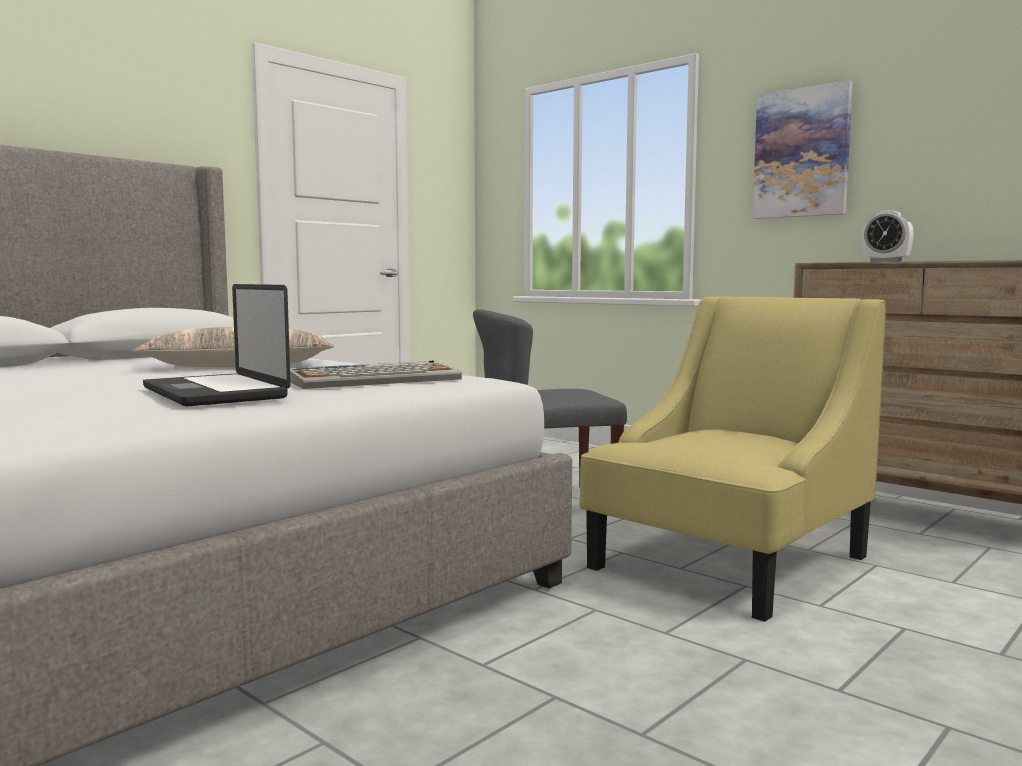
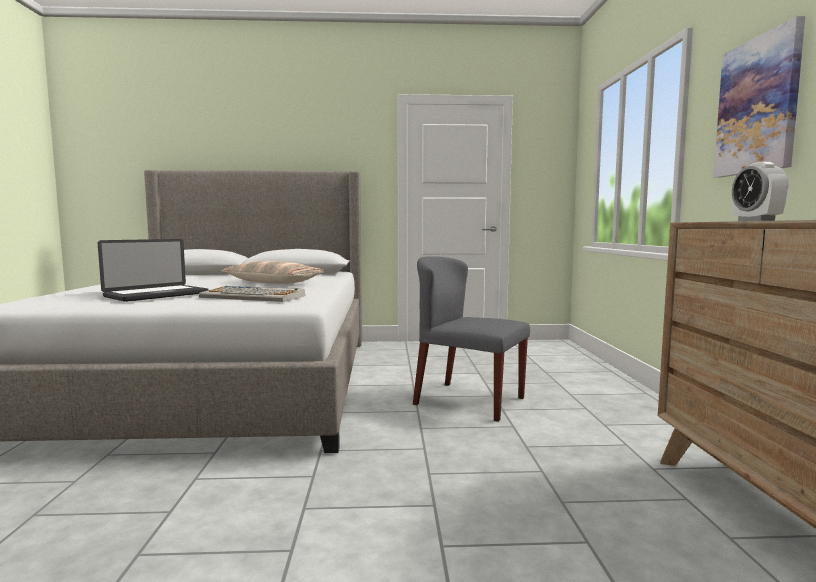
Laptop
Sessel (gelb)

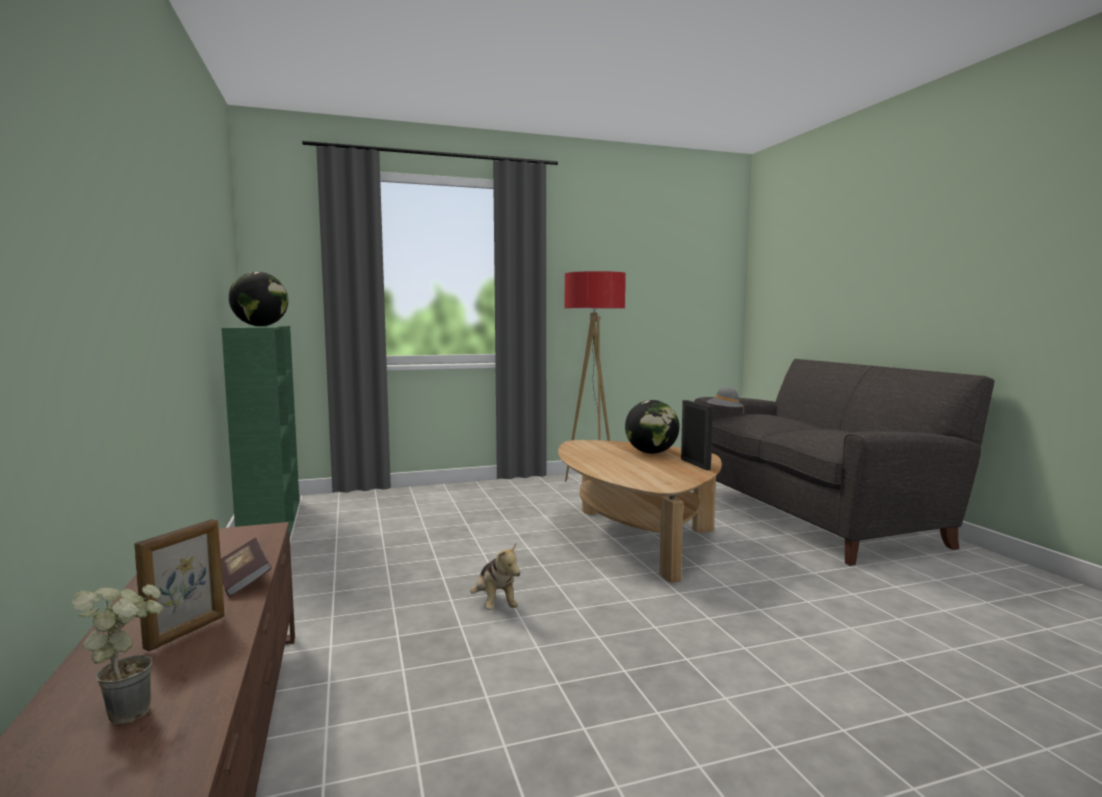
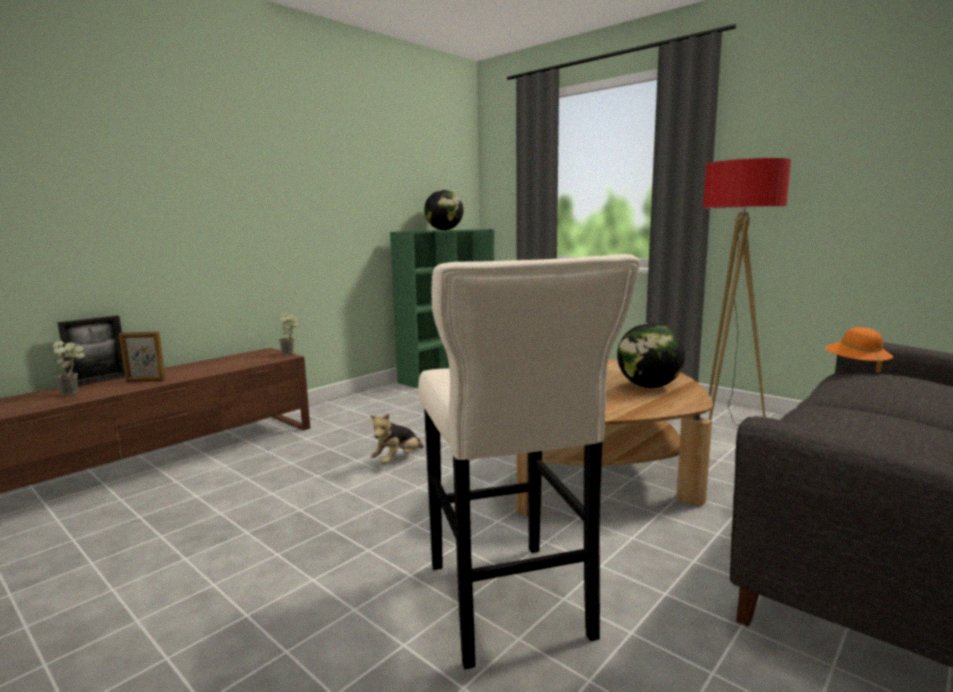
Bilderrahmen (1st from left)
Topfpflanze (2nd from left)
Hocker (beige)
Hut (orange)
Buch

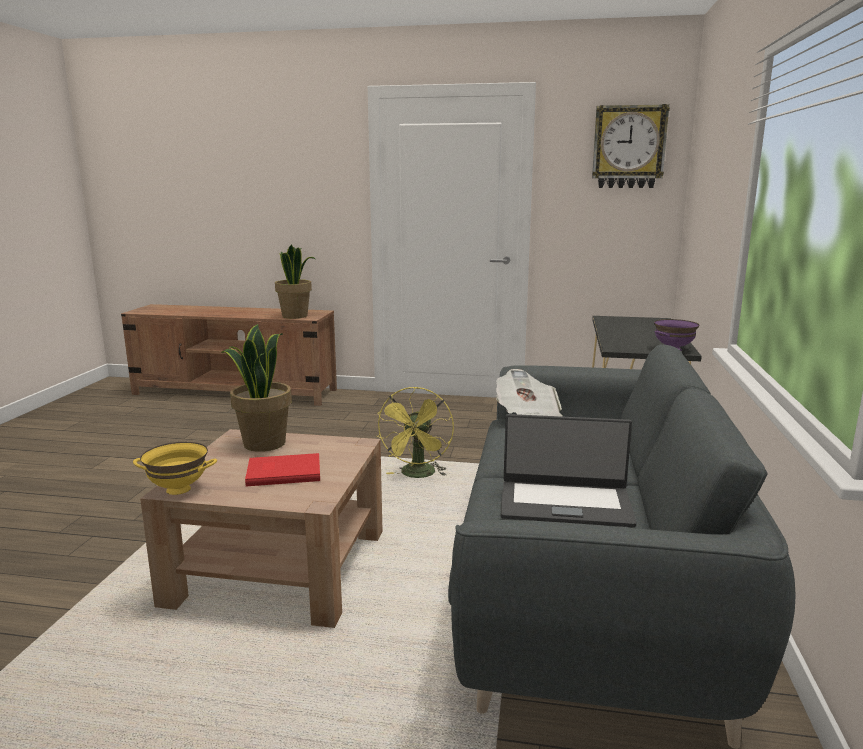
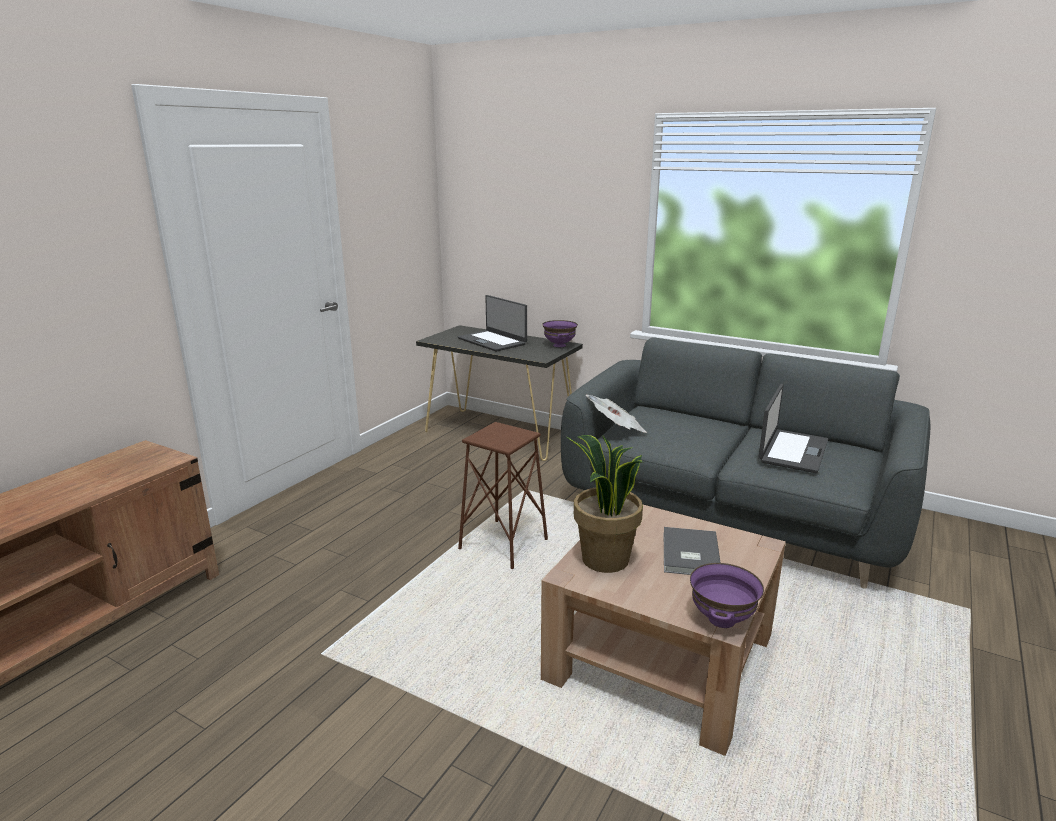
Laptop (1st from left)
Hocker (braun)
Buch (grau)
Schüssel (lila) (2nd from left)
Topfpflanze (2nd from left in the first image)
Wanduhr

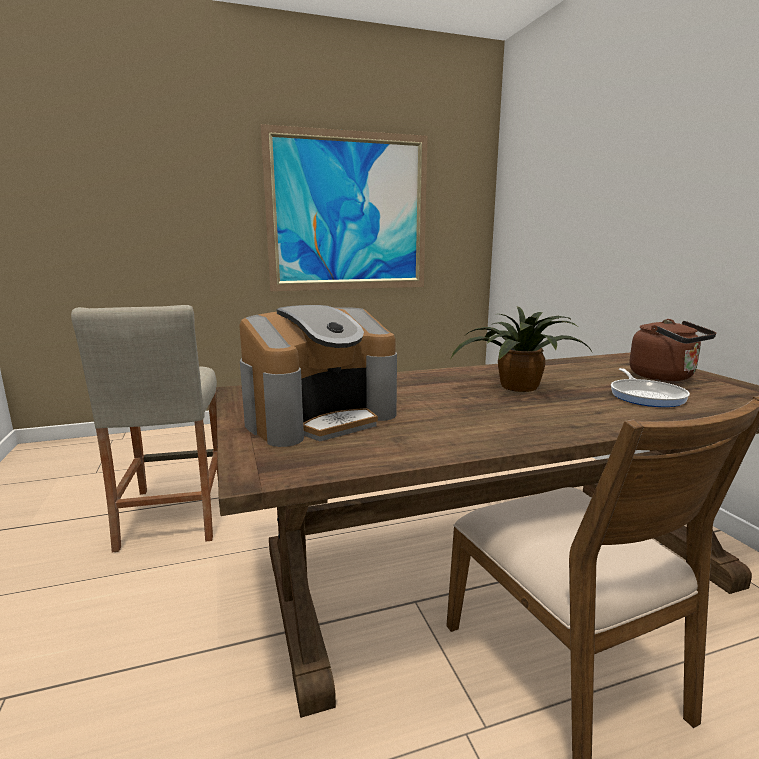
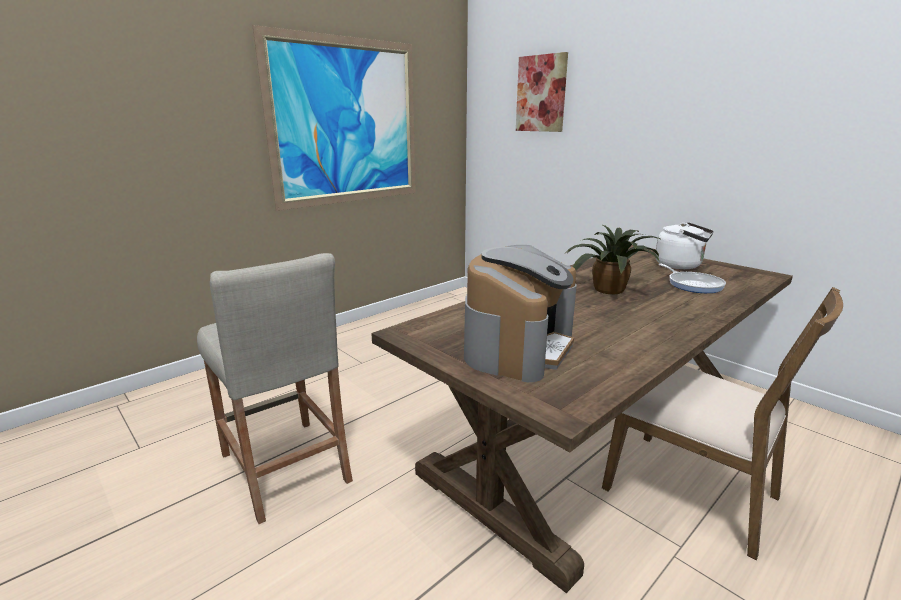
Bild (2nd from left)
Wasserkessel (weiß)

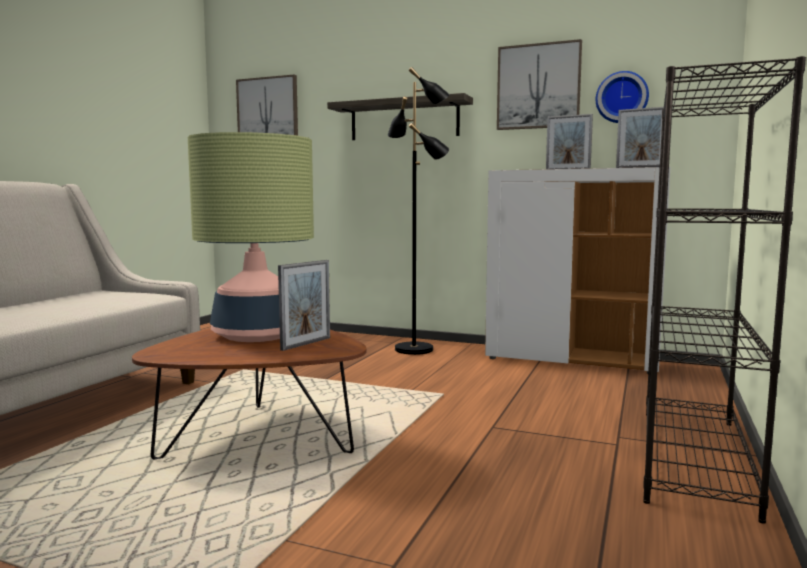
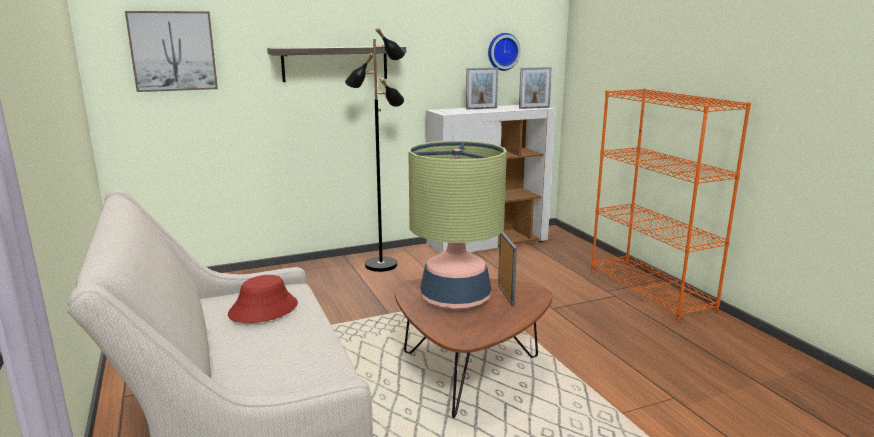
Hut (rot)
Bücherregal (orange)
Bild (2nd from left in the first image)

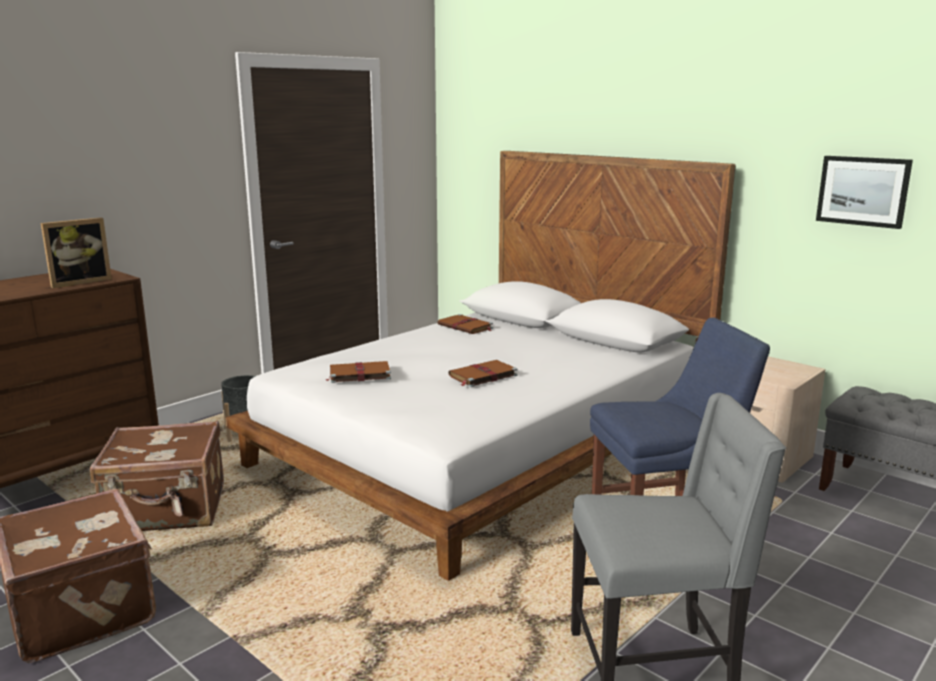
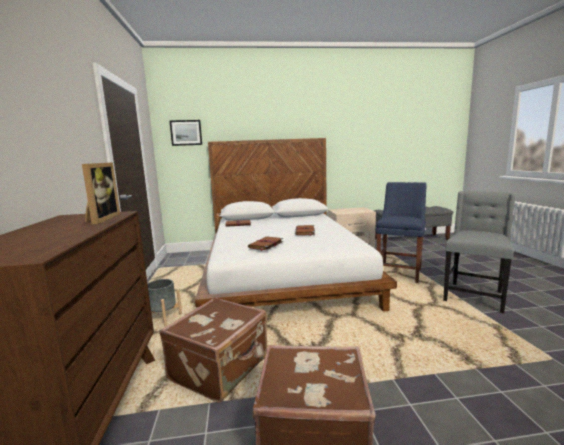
Bild

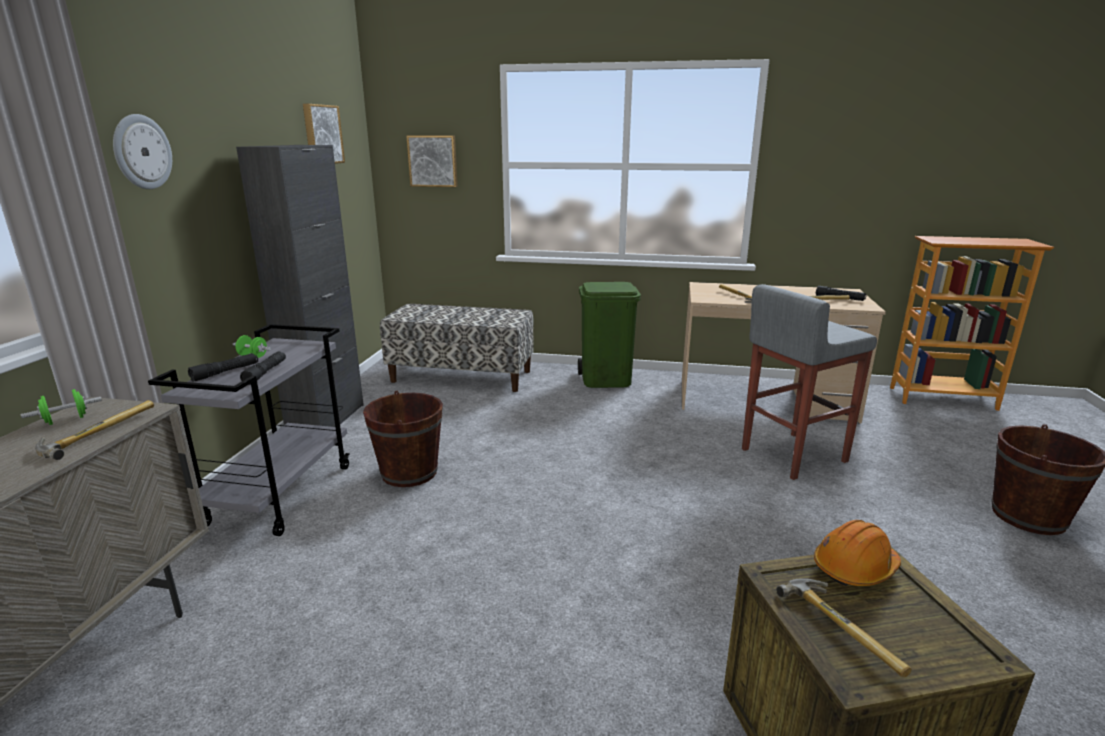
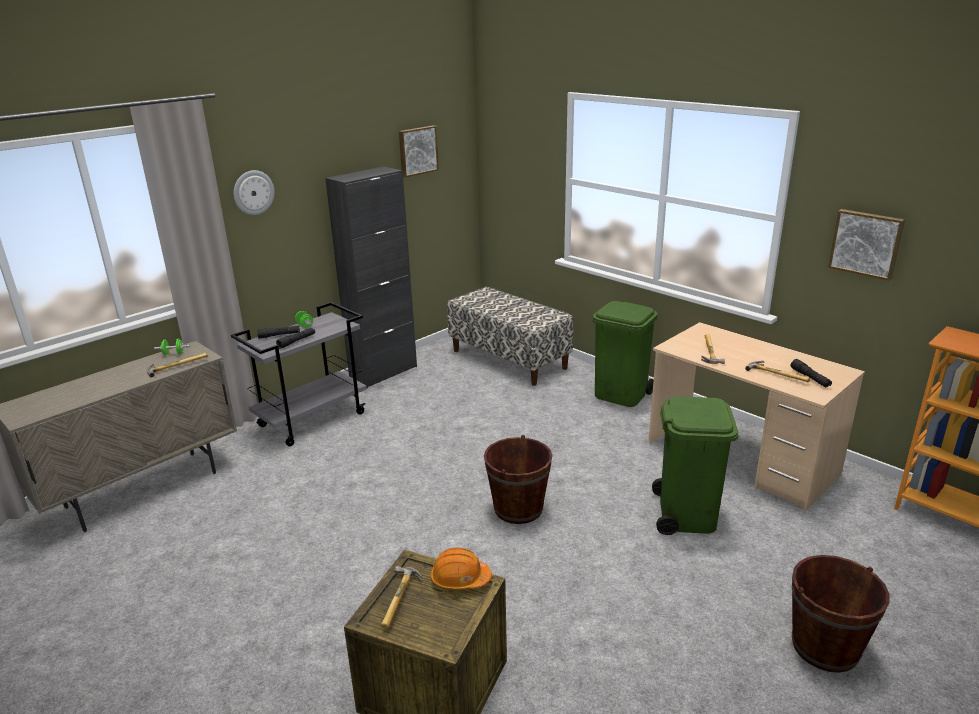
Eimer (braun) (1st from left)
Mülleimer (grün) (2nd from left)
Bild (2nd from left)

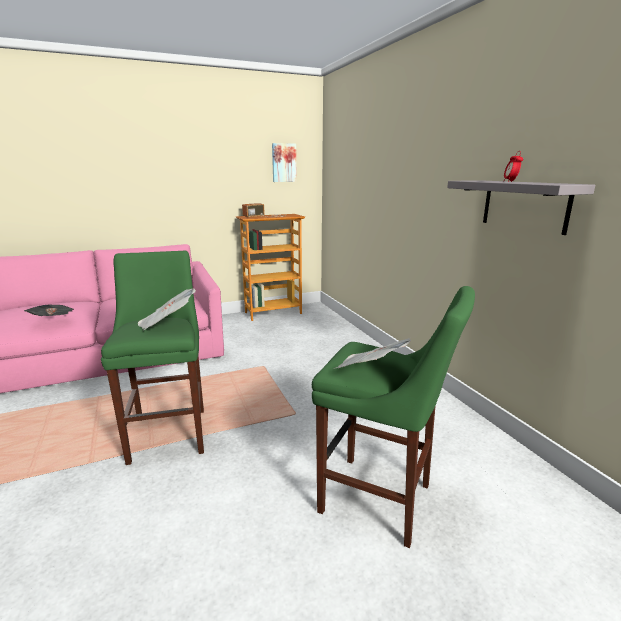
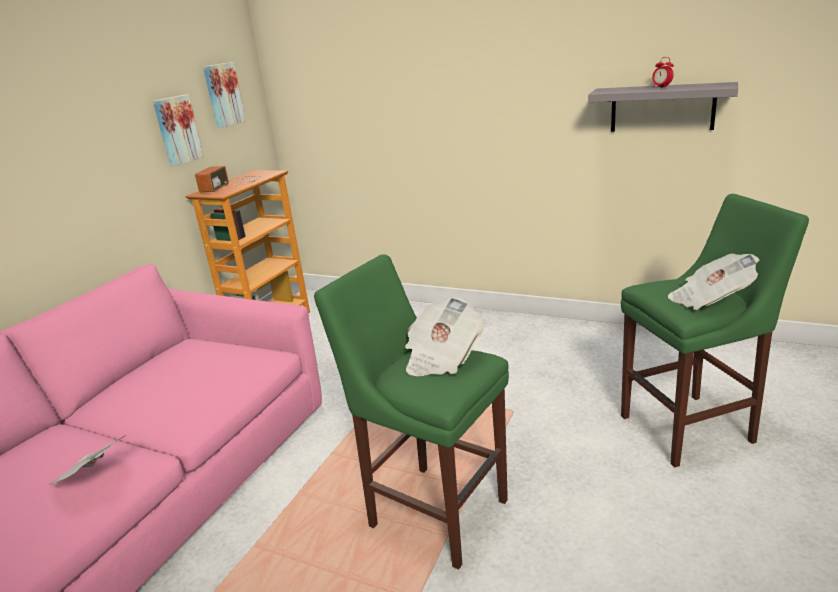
Bild (1st from left)

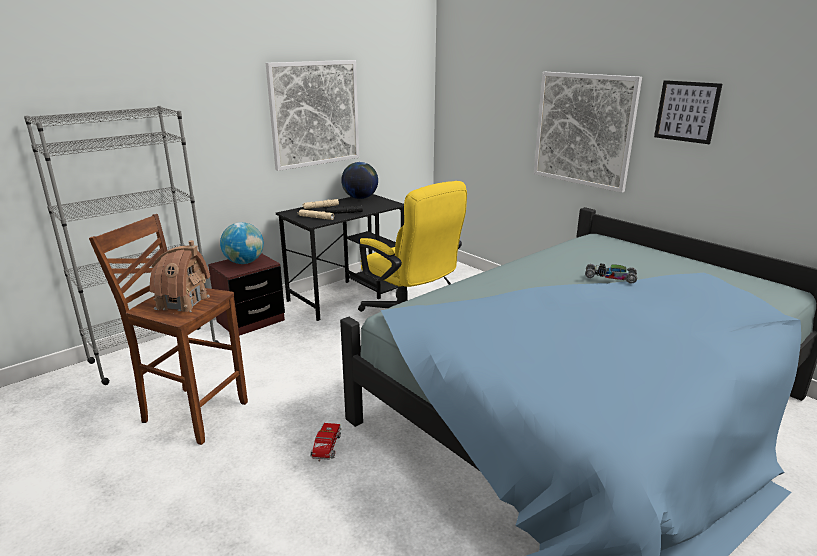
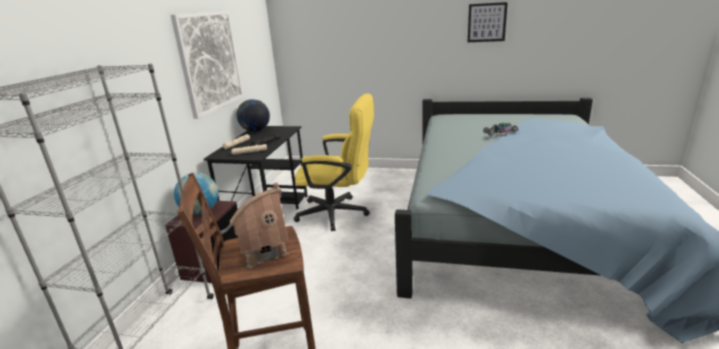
Spielzeuglaster
Bild (2nd from left in the first image)

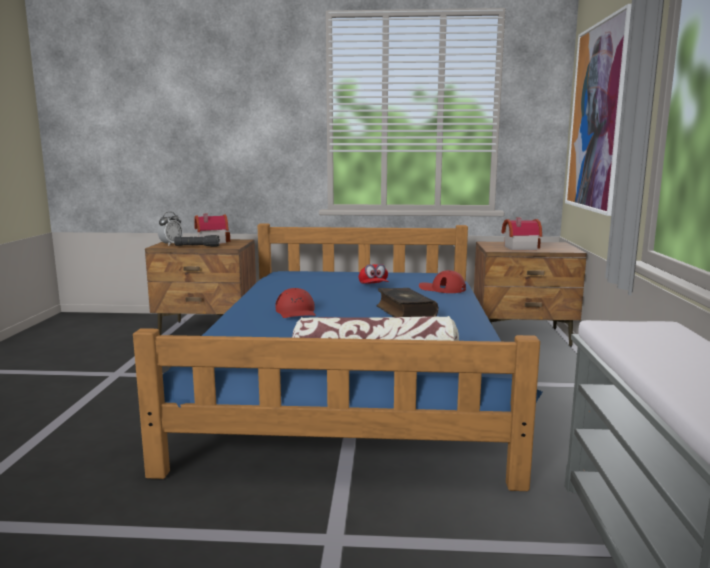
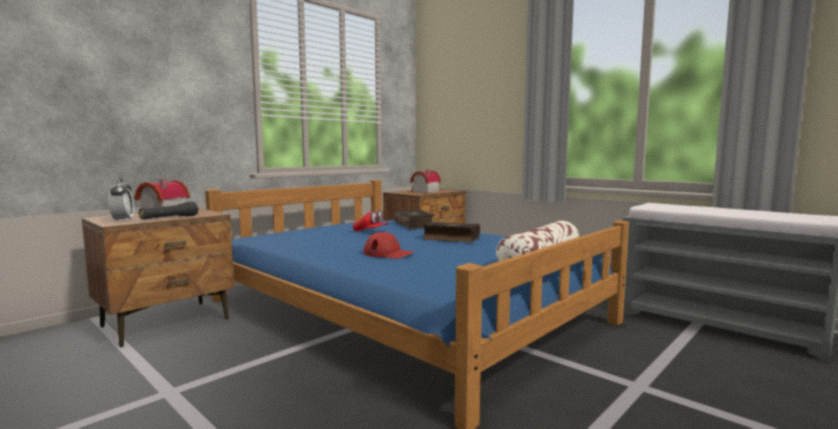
Buch (1st from left)
Bild

